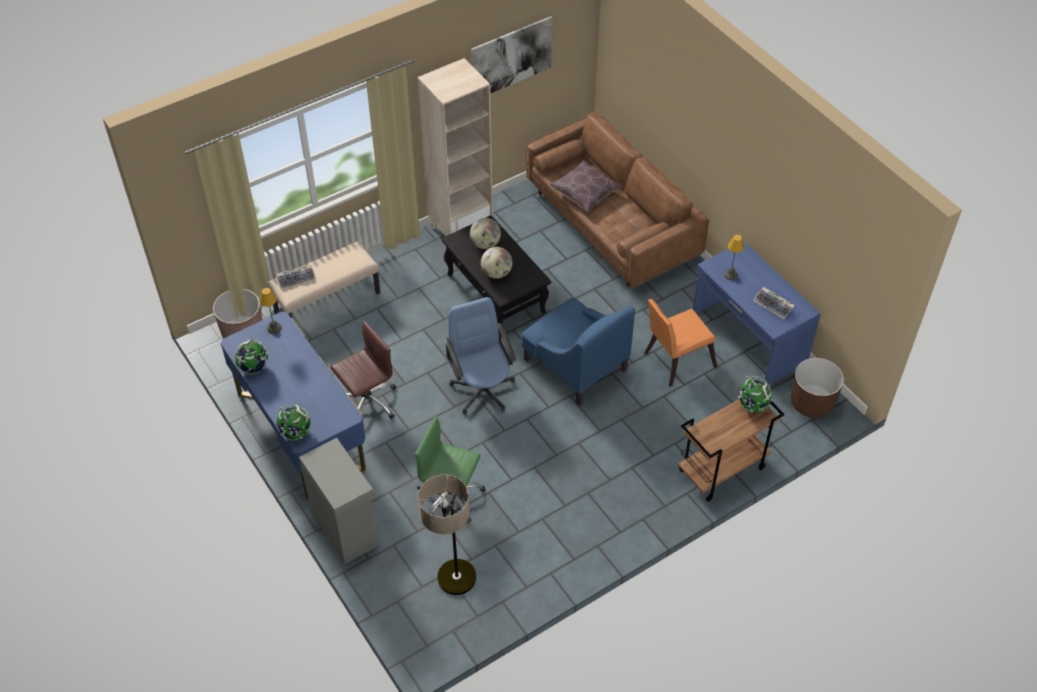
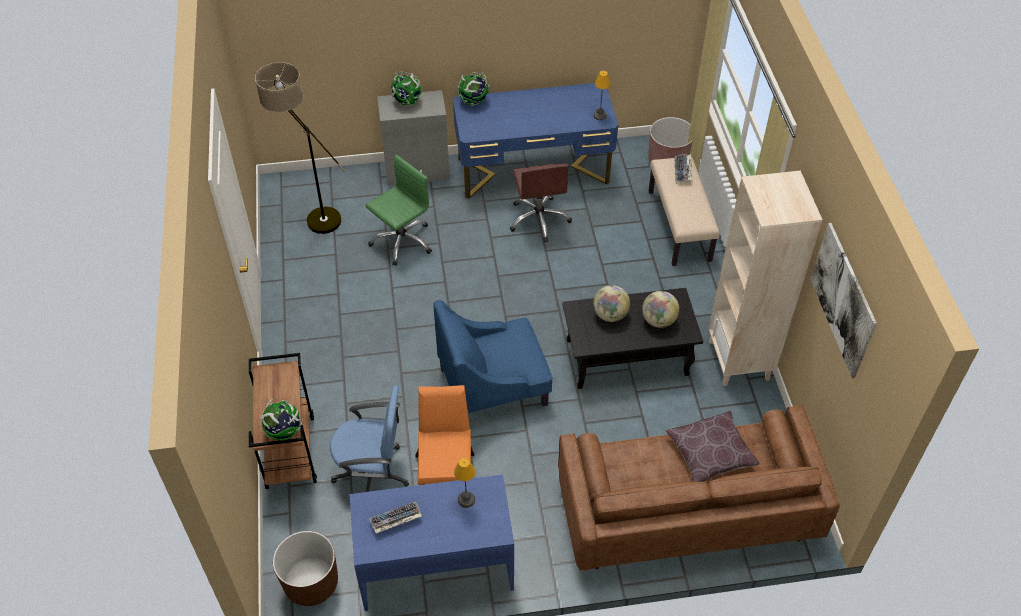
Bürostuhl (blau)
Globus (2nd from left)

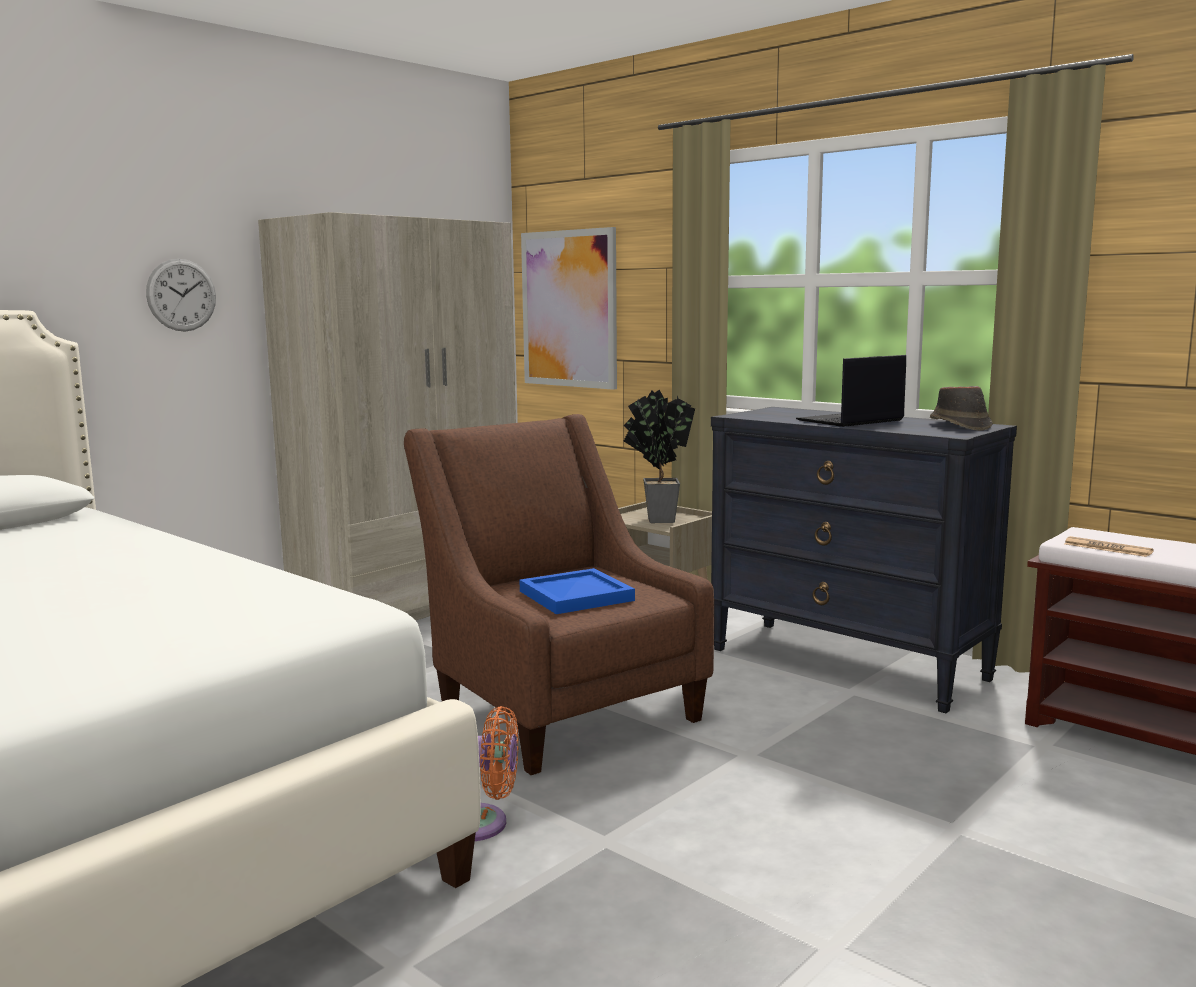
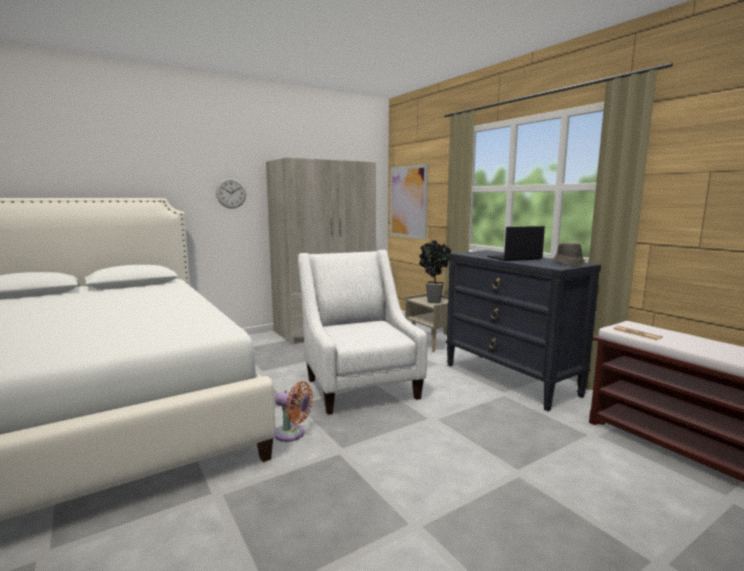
Sessel (weiß)
Tablett (blau)

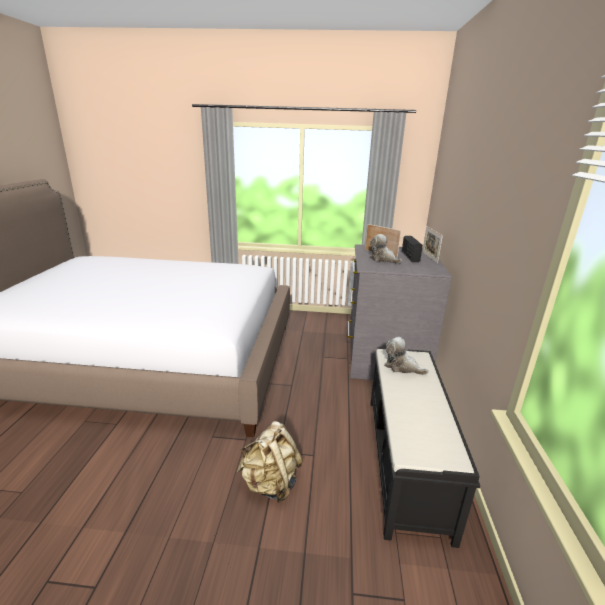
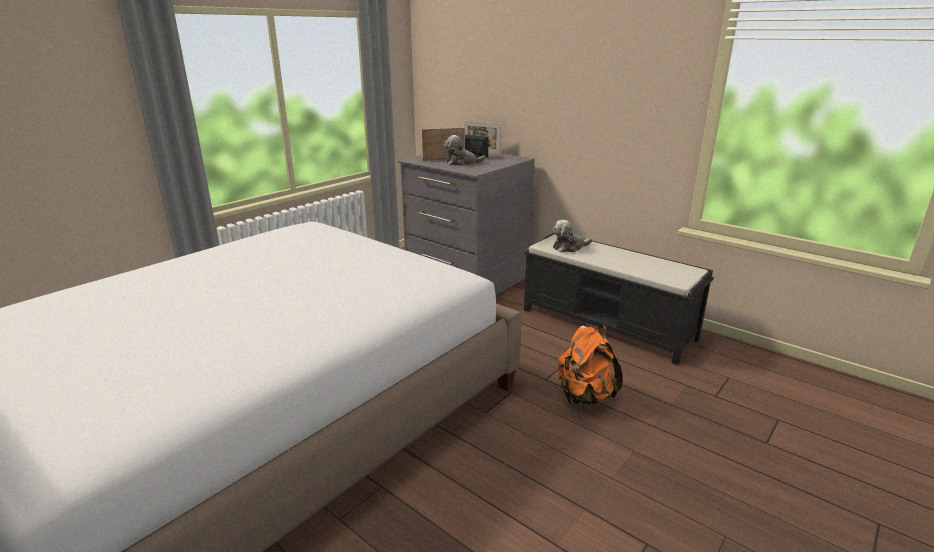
Rucksack (orange)

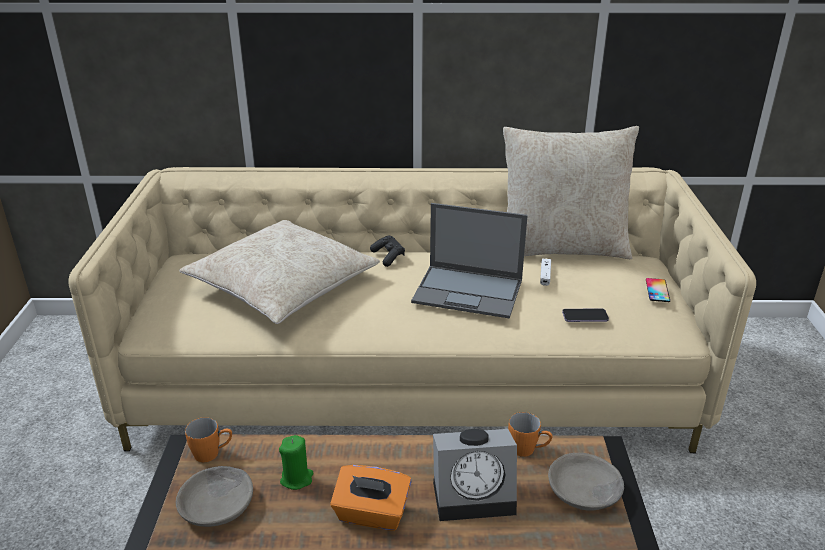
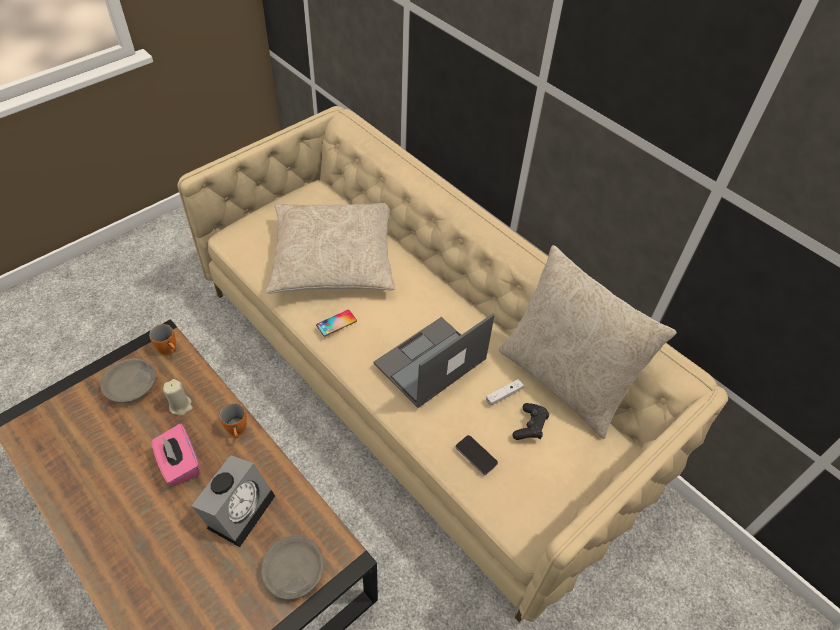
Taschentuchbox (rosa)
Kerze (beige)
Wecker
Henkelbecher (orange) (2nd from left)
Handy (1st from left)
Laptop
Gamepad (schwarz)

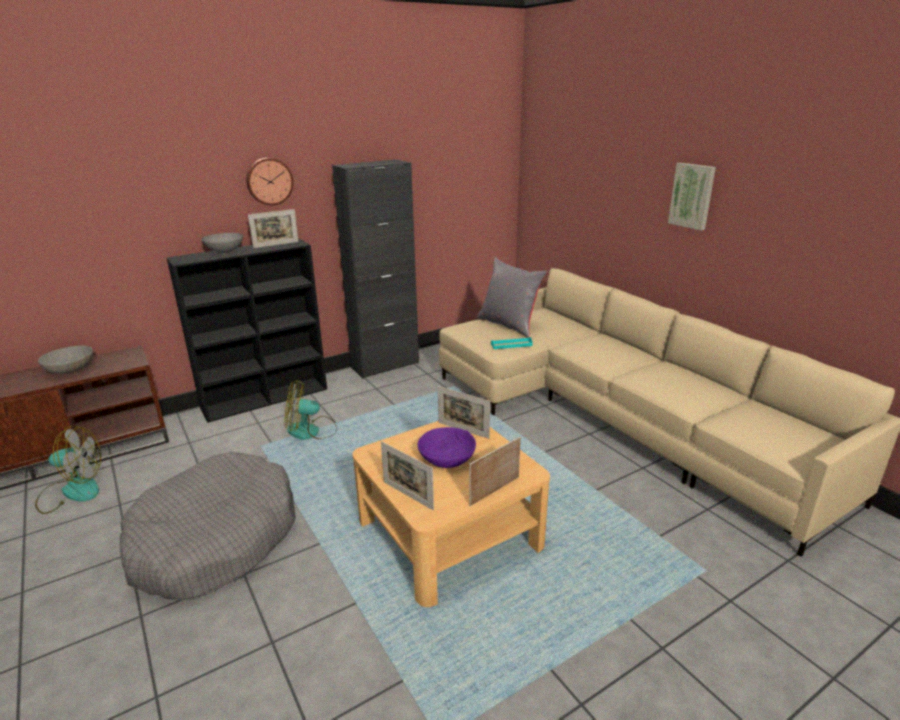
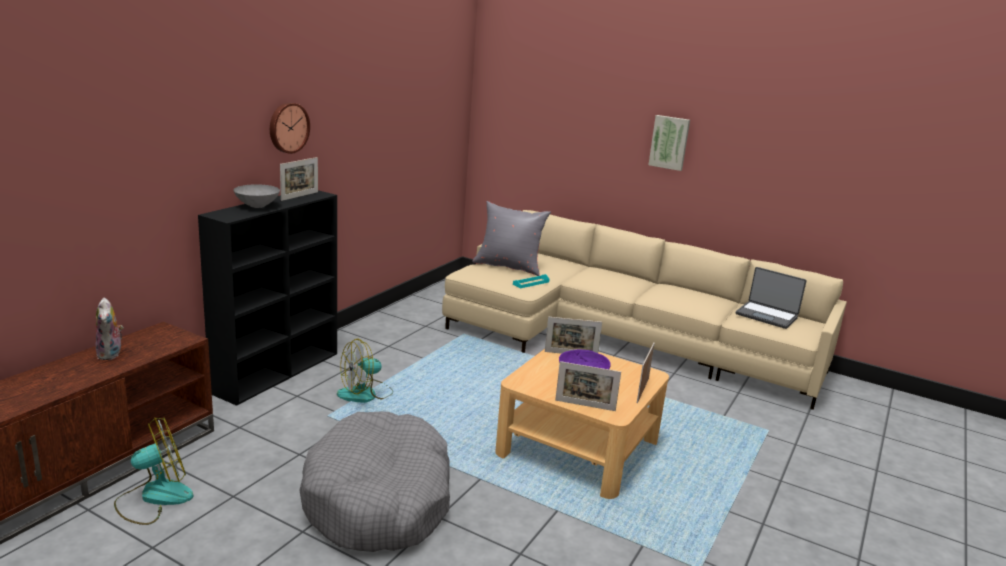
Plüschtier
Laptop
Schrank (schwarz)

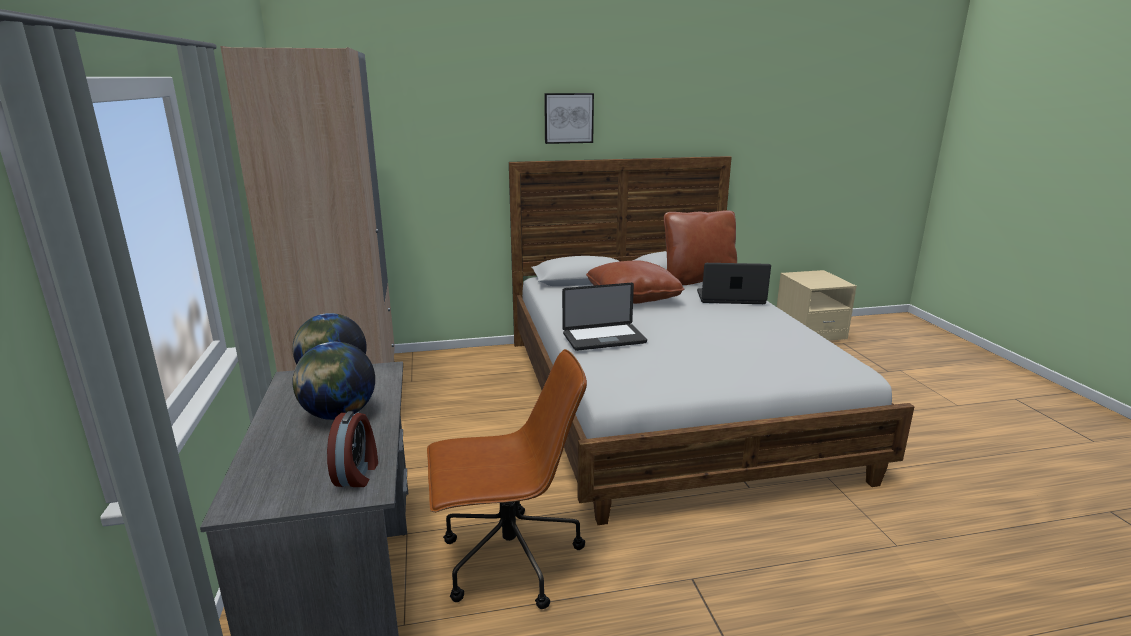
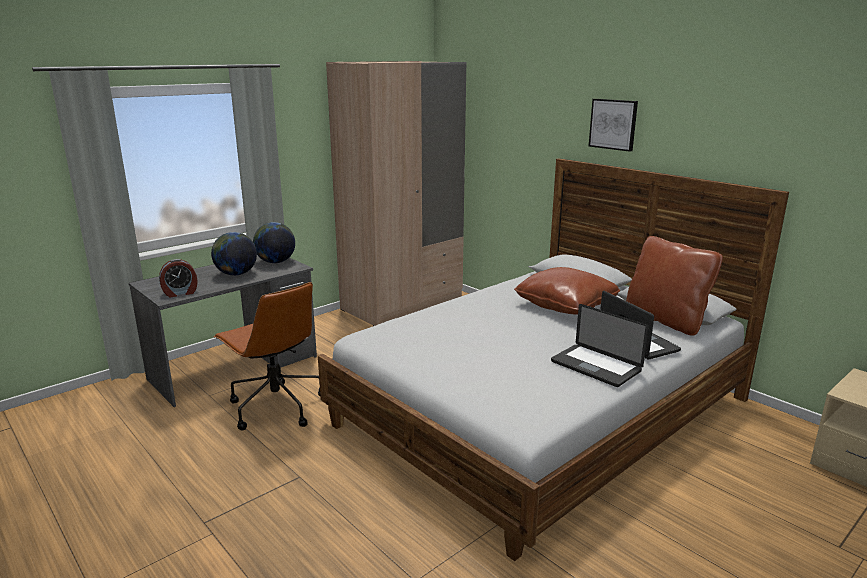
Laptop (1st from left)

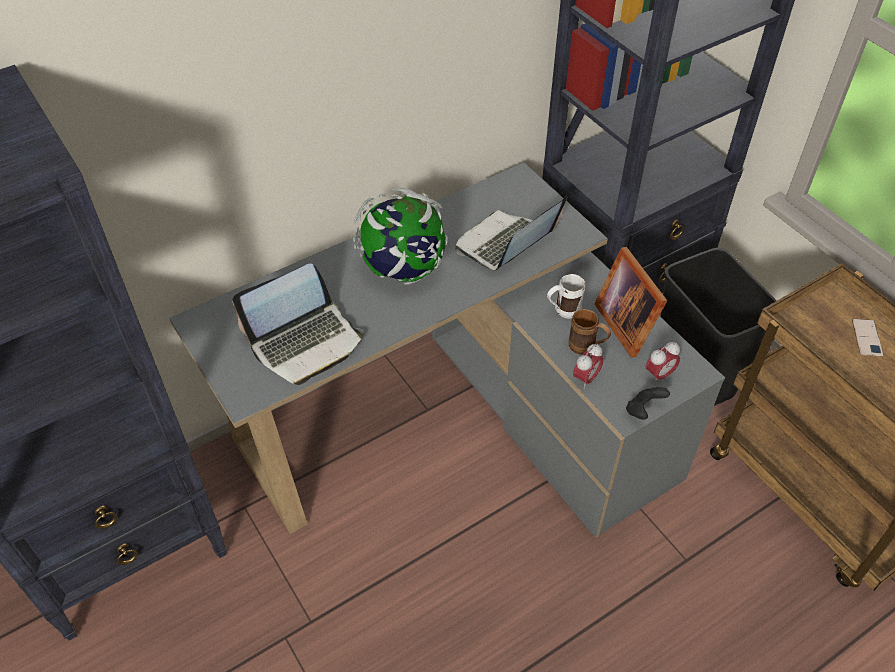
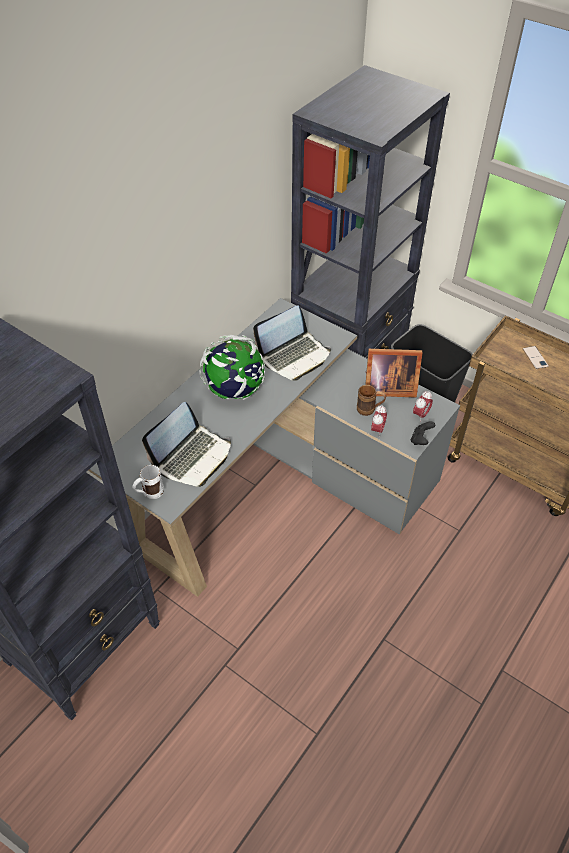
Henkelbecher (weiß)
Laptop (2nd from left)
Bilderrahmen

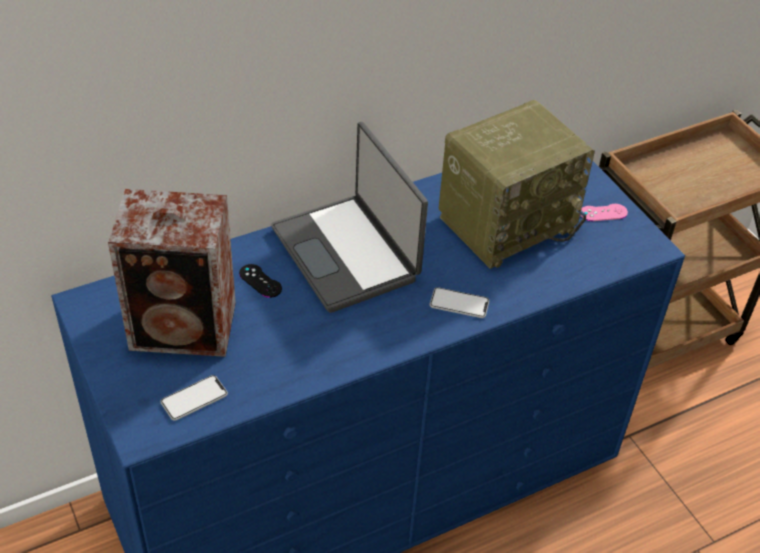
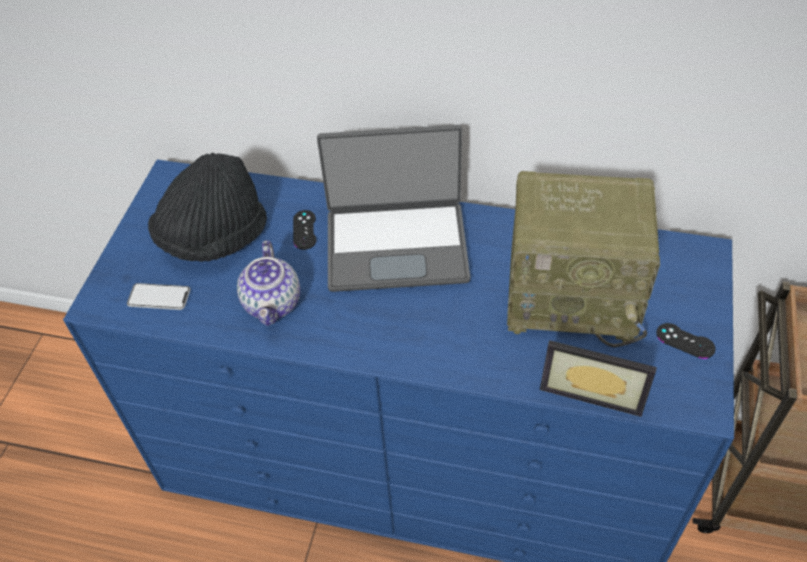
Hut (schwarz)
Teekanne
Laptop
Bilderrahmen
Gamepad (schwarz) (2nd from left)
Handy (2nd from left in the first image)

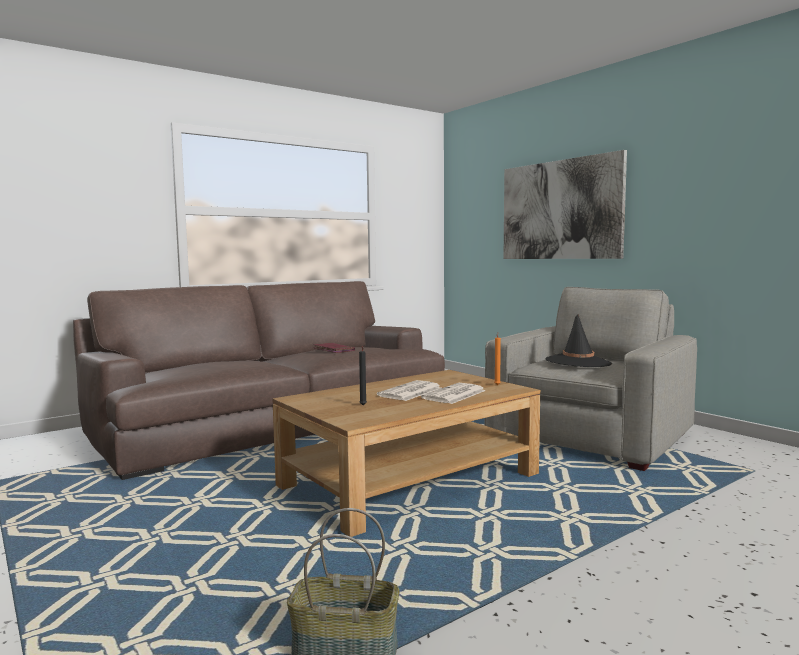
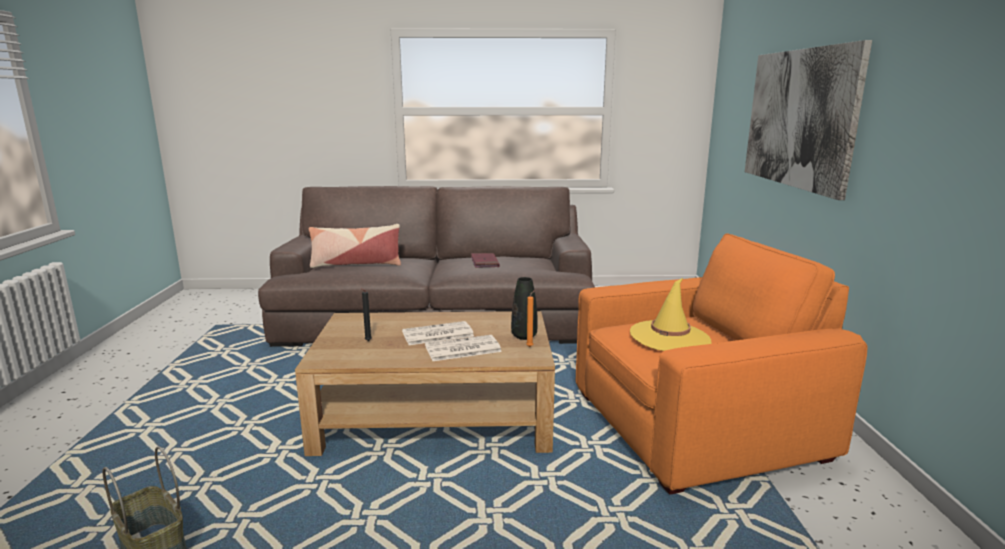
Kissen
Vase (schwarz)
Sessel (orange)
Hut (gelb)

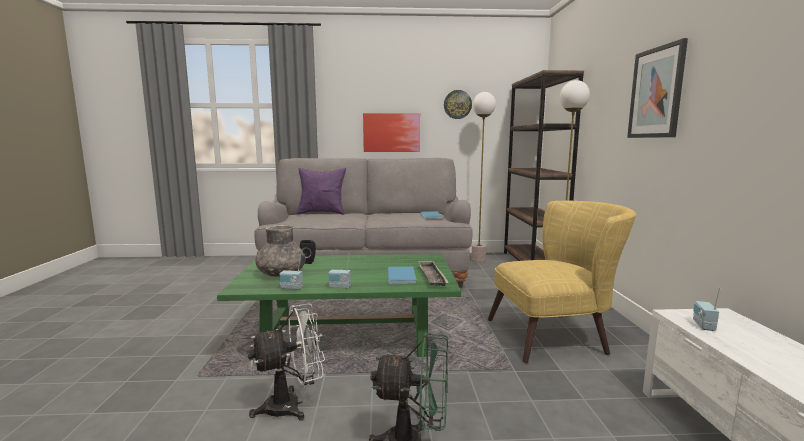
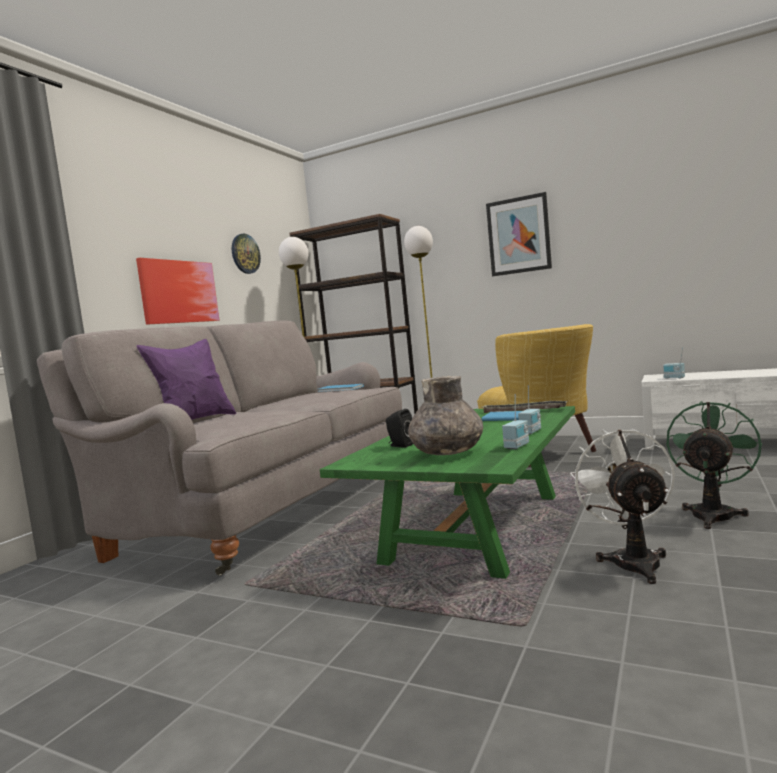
Sessel (gelb)

